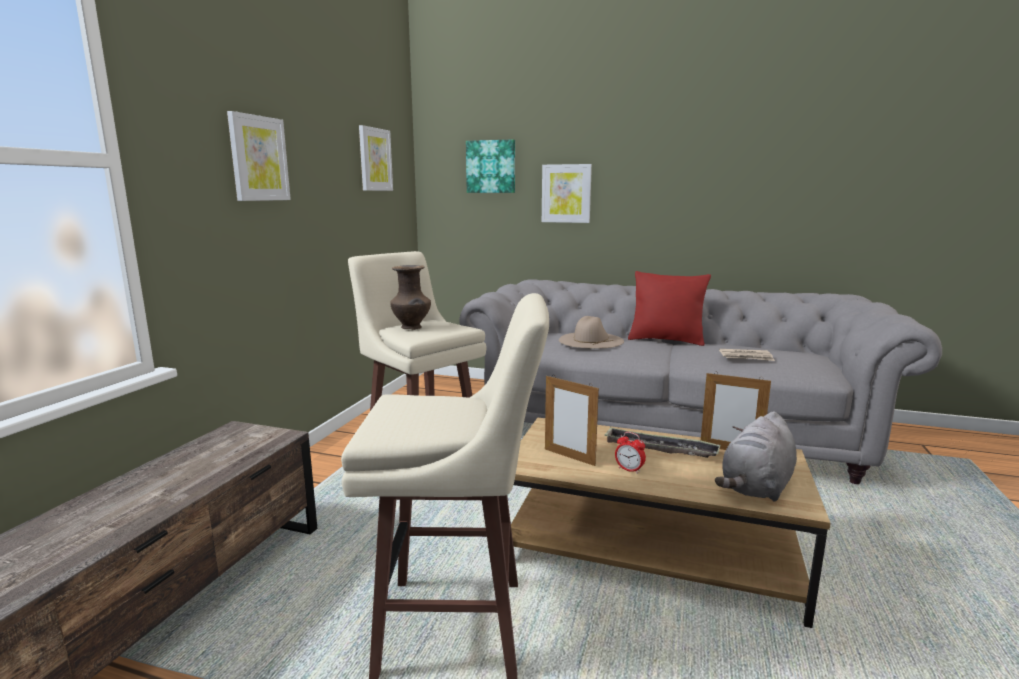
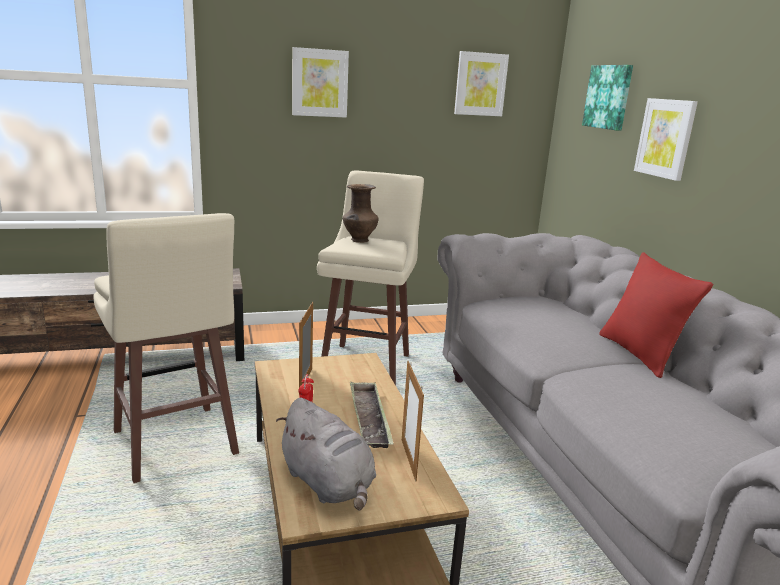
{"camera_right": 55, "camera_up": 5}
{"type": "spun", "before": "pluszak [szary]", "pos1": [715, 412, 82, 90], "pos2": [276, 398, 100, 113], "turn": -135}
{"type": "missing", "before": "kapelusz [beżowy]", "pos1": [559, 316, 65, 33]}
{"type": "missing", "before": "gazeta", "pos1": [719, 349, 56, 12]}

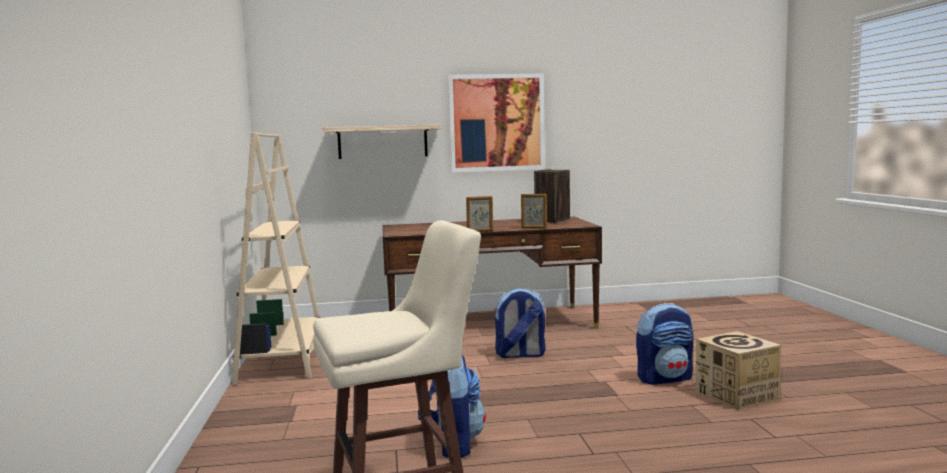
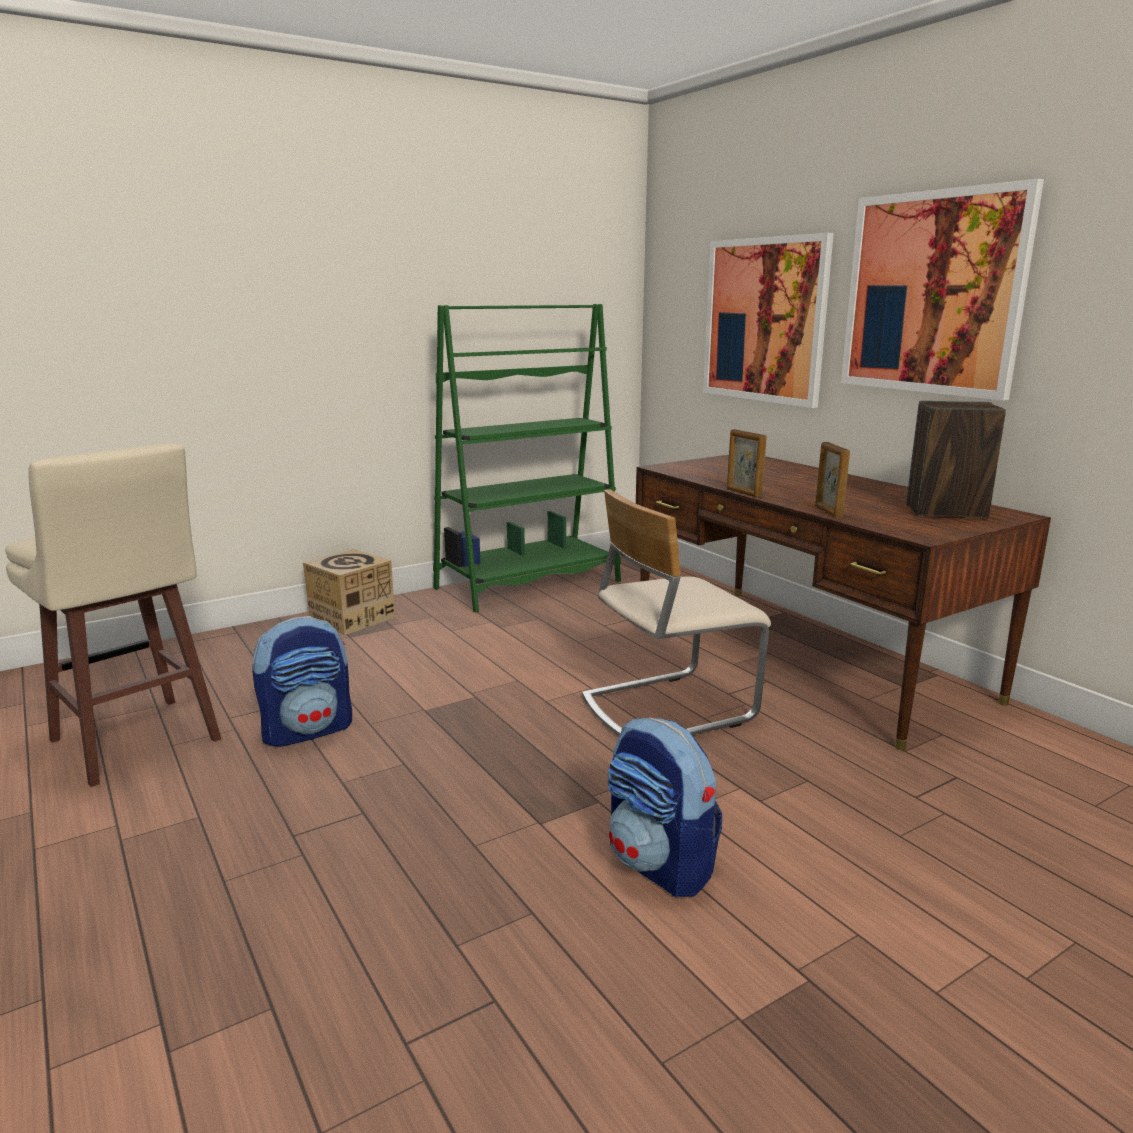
{"camera_right": 65, "camera_up": 10}
{"type": "relocated", "before": "karton", "pos1": [695, 331, 86, 79], "pos2": [303, 549, 92, 86]}
{"type": "colour", "before": "regał [beżowy]", "after": "regał [zielony]", "pos1": [232, 132, 88, 253], "pos2": [433, 304, 188, 308]}
{"type": "exchanged", "before": "plecak", "after": "krzesło [beżowy]", "pos1": [494, 288, 51, 70], "pos2": [582, 489, 189, 247]}
{"type": "exchanged", "before": "półka", "after": "obraz", "pos1": [323, 124, 118, 35], "pos2": [703, 233, 131, 175]}

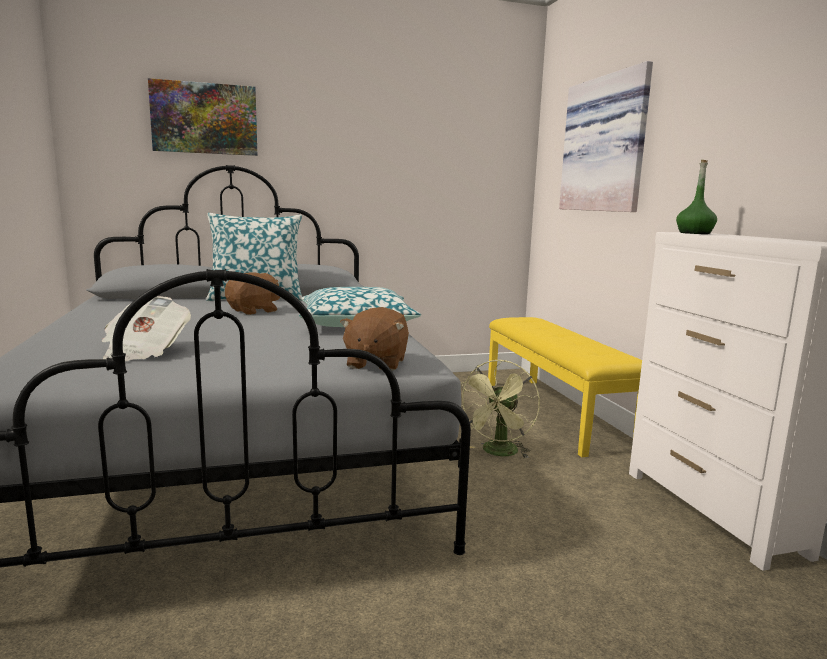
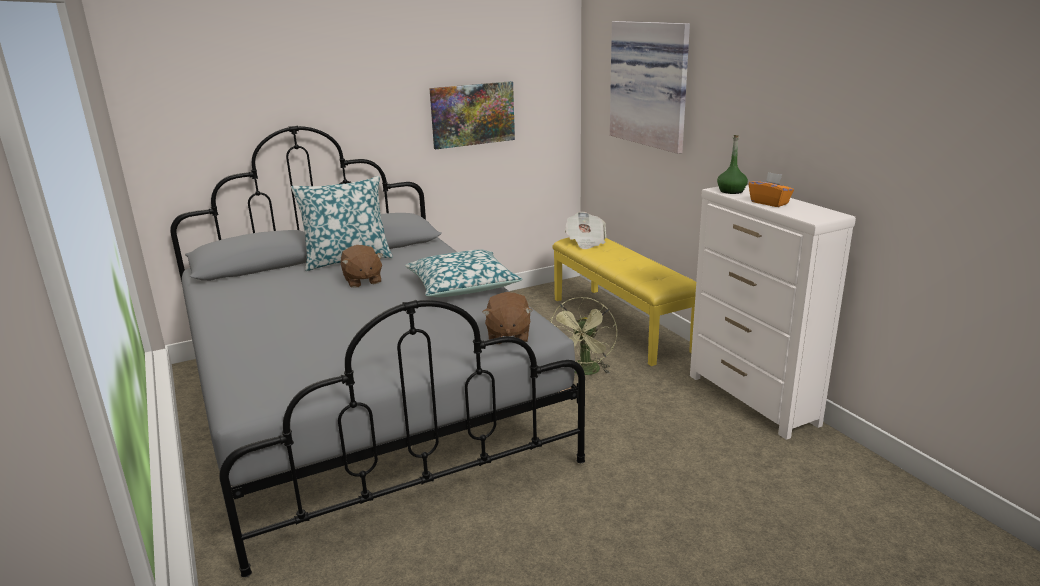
{"camera_right": -10, "camera_up": 10}
{"type": "spun", "before": "pluszak [brązowy]", "pos1": [225, 272, 55, 43], "pos2": [340, 245, 43, 43], "turn": 120}
{"type": "relocated", "before": "obraz", "pos1": [148, 78, 109, 78], "pos2": [430, 81, 85, 68]}
{"type": "relocated", "before": "gazeta", "pos1": [102, 296, 89, 65], "pos2": [565, 212, 41, 37]}
{"type": "appeared", "after": "pudełko chusteczek [pomarańczowy]", "pos2": [749, 172, 45, 35]}

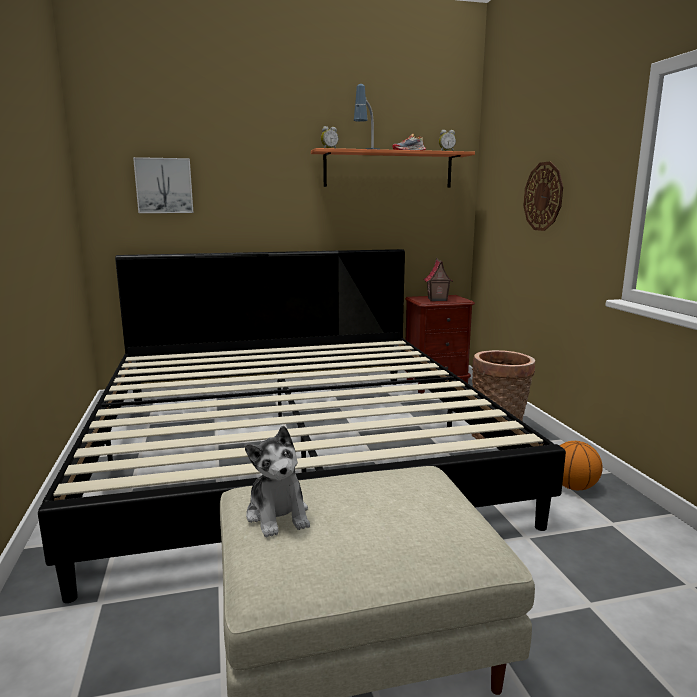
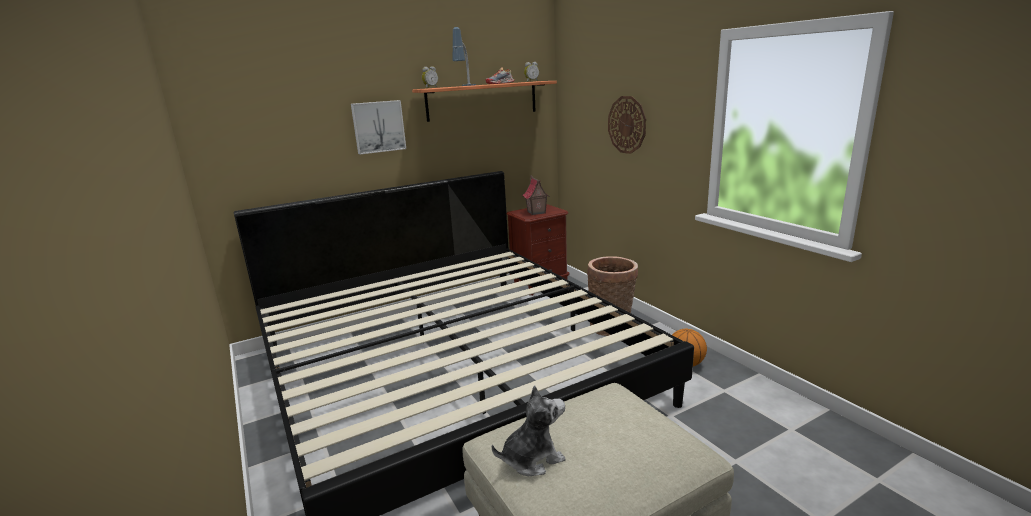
{"camera_right": -15, "camera_up": 5}
{"type": "relocated", "before": "obraz", "pos1": [133, 157, 60, 56], "pos2": [351, 100, 55, 54]}
{"type": "spun", "before": "pluszak", "pos1": [245, 426, 65, 111], "pos2": [492, 385, 73, 91], "turn": -75}

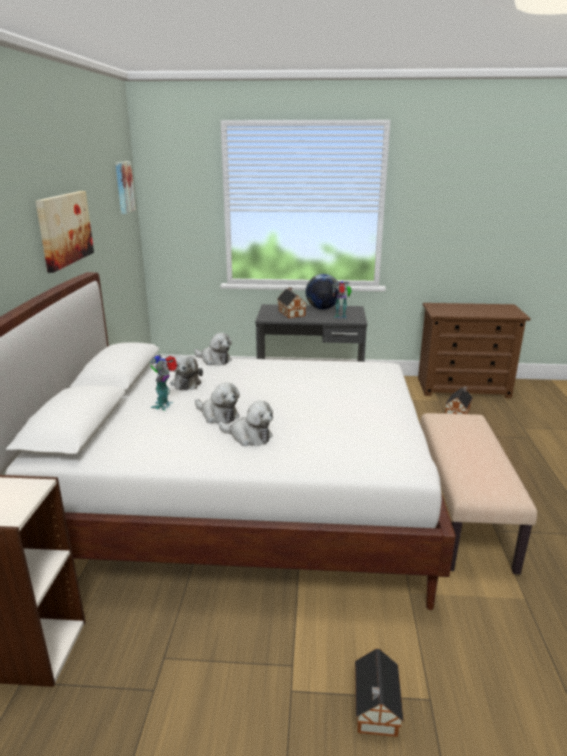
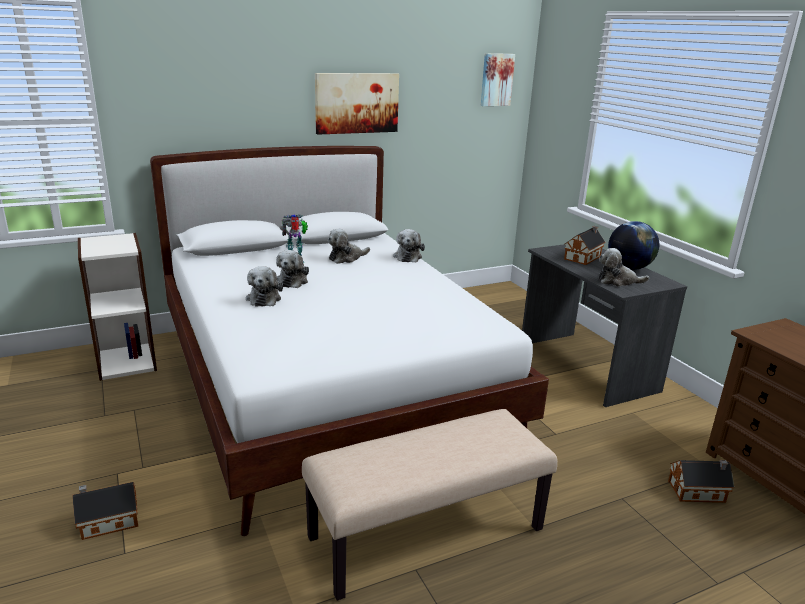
{"camera_right": 60, "camera_up": 0}
{"type": "exchanged", "before": "robot zabawkowy", "after": "pluszak", "pos1": [332, 281, 20, 37], "pos2": [598, 248, 51, 39]}

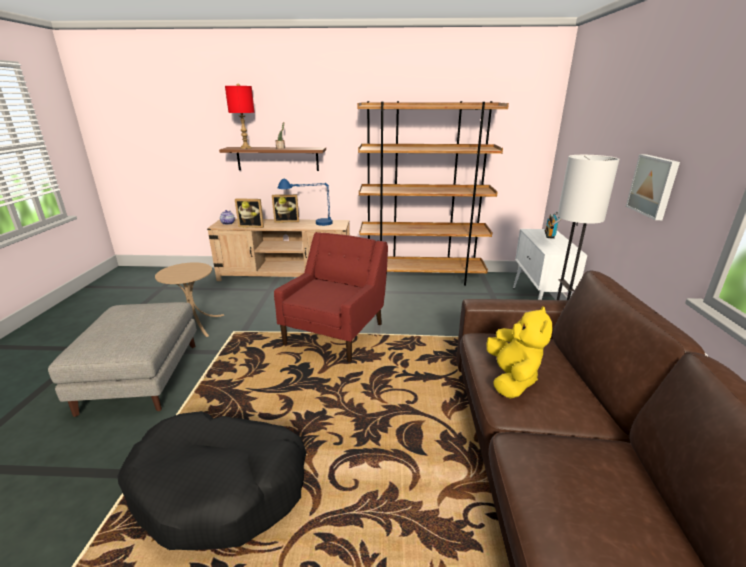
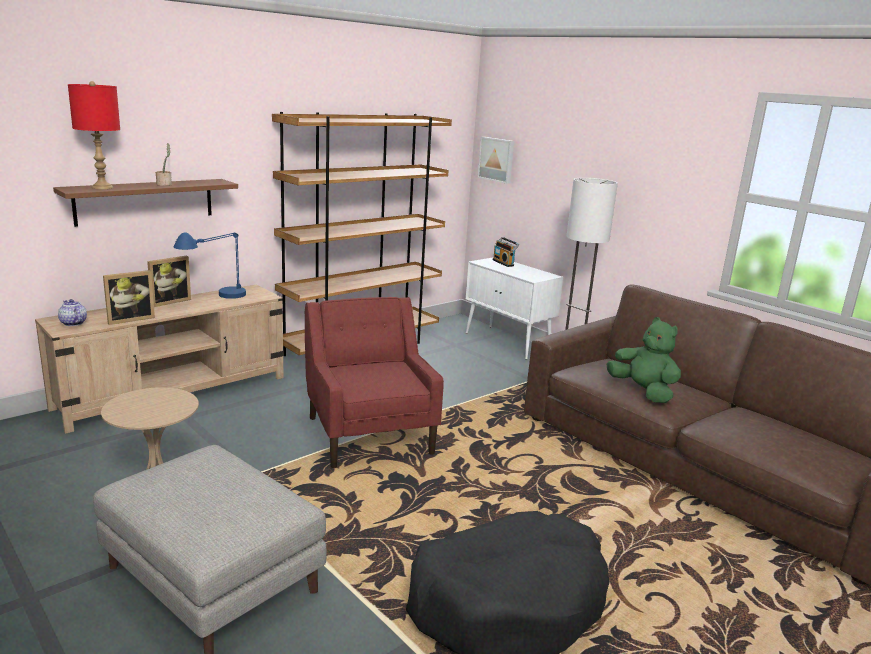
{"camera_right": -45, "camera_up": -5}
{"type": "relocated", "before": "obraz", "pos1": [626, 154, 54, 66], "pos2": [478, 137, 36, 47]}
{"type": "colour", "before": "pluszak [żółty]", "after": "pluszak [zielony]", "pos1": [486, 306, 67, 93], "pos2": [607, 317, 74, 86]}

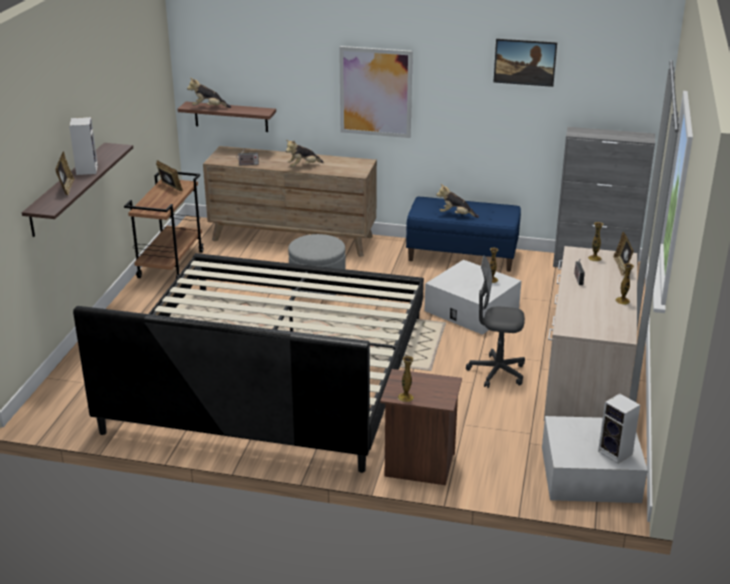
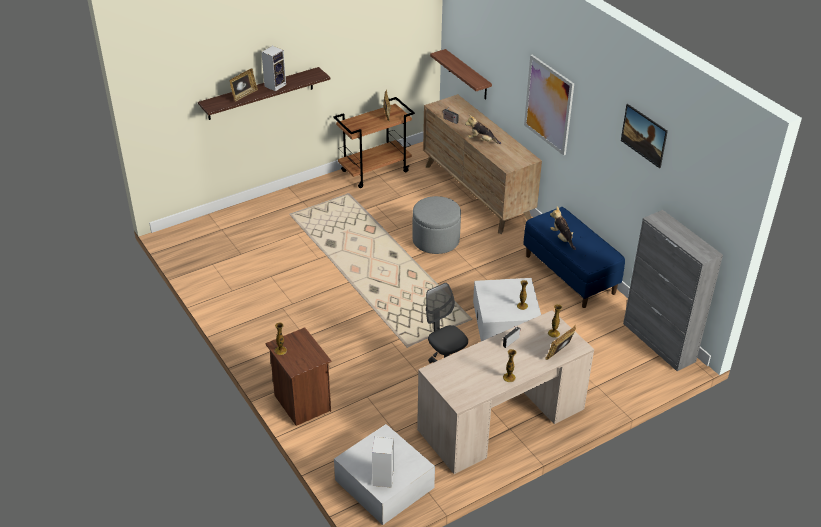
{"camera_right": 45, "camera_up": 10}
{"type": "missing", "before": "łóżko", "pos1": [73, 253, 351, 220]}
{"type": "missing", "before": "pluszak", "pos1": [187, 78, 44, 30]}

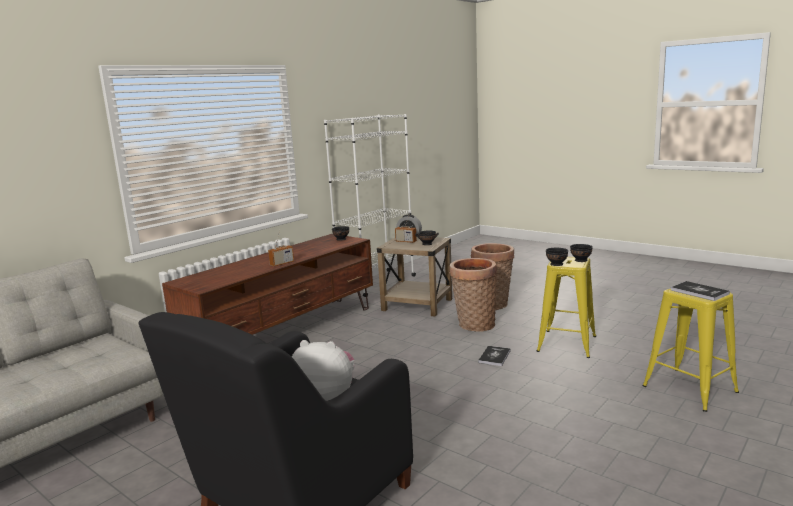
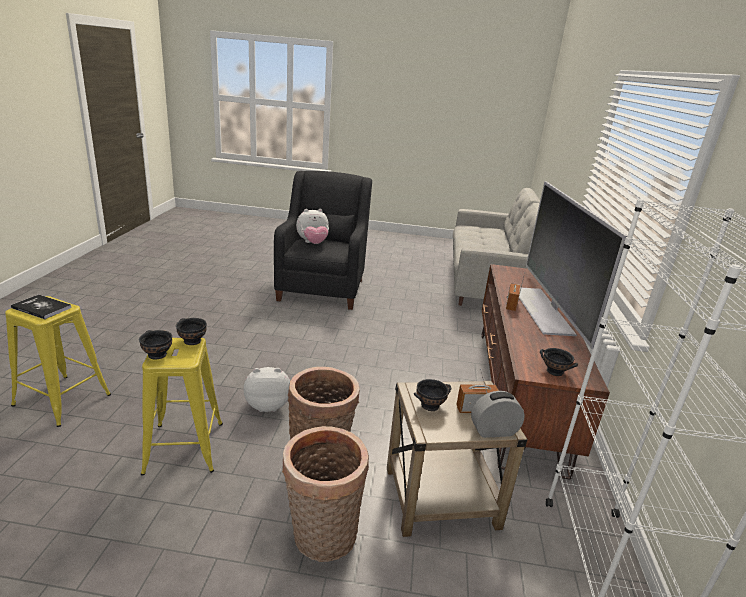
{"camera_right": 145, "camera_up": 10}
{"type": "exchanged", "before": "książka", "after": "pluszak", "pos1": [478, 346, 33, 20], "pos2": [243, 367, 47, 45]}
{"type": "appeared", "after": "telewizor", "pos2": [519, 181, 109, 168]}

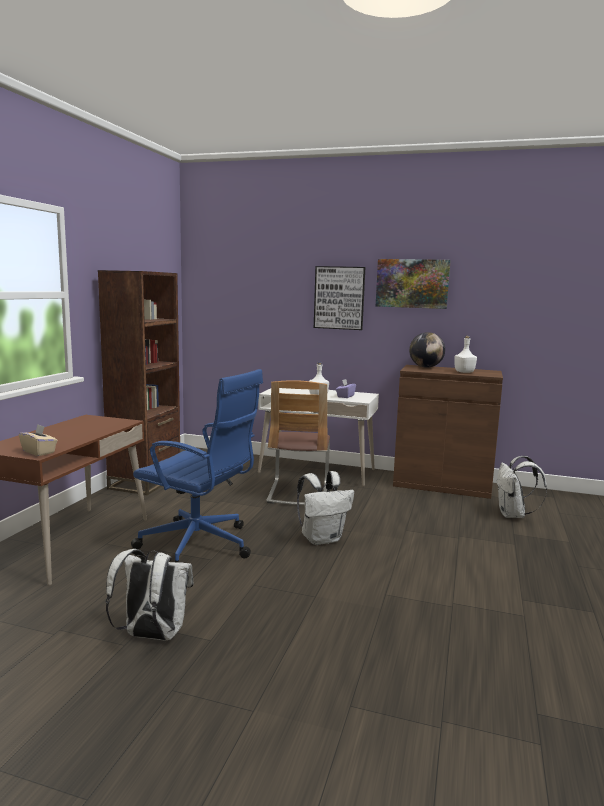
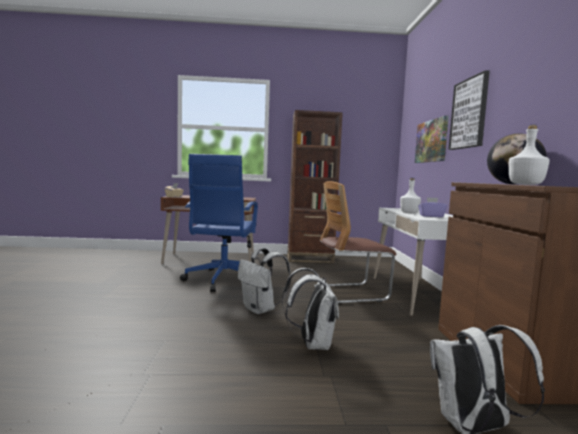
{"camera_right": 70, "camera_up": -5}
{"type": "relocated", "before": "plecak [biały]", "pos1": [106, 549, 87, 92], "pos2": [282, 268, 57, 82]}
{"type": "relocated", "before": "obraz", "pos1": [376, 259, 75, 50], "pos2": [415, 116, 34, 47]}

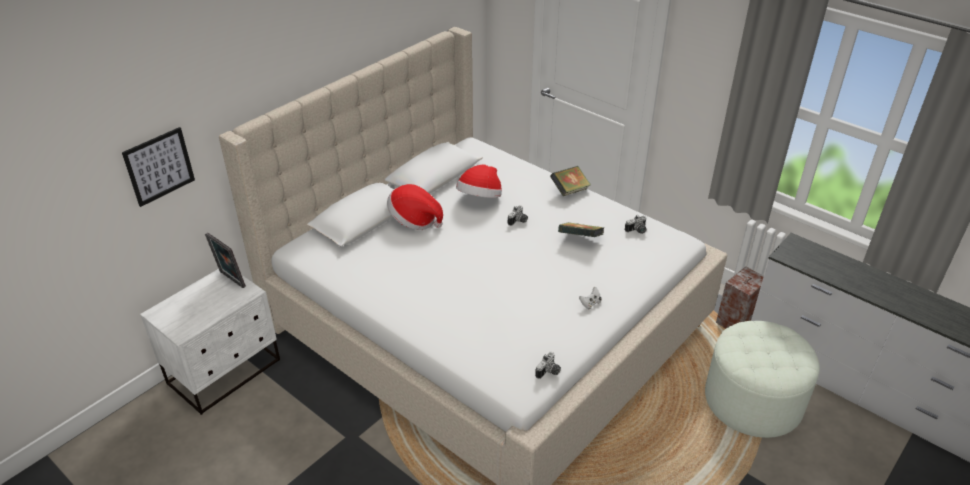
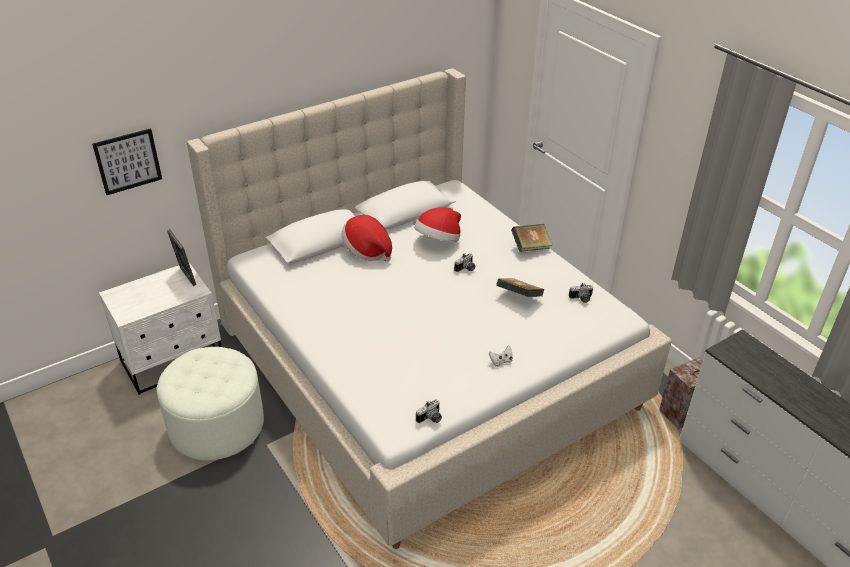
{"camera_right": 15, "camera_up": 0}
{"type": "relocated", "before": "pufa [biały]", "pos1": [705, 321, 115, 117], "pos2": [157, 347, 107, 113]}

